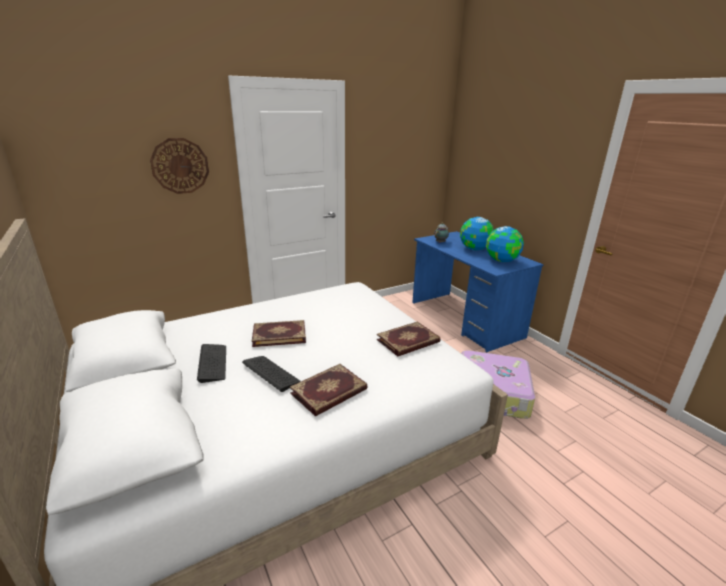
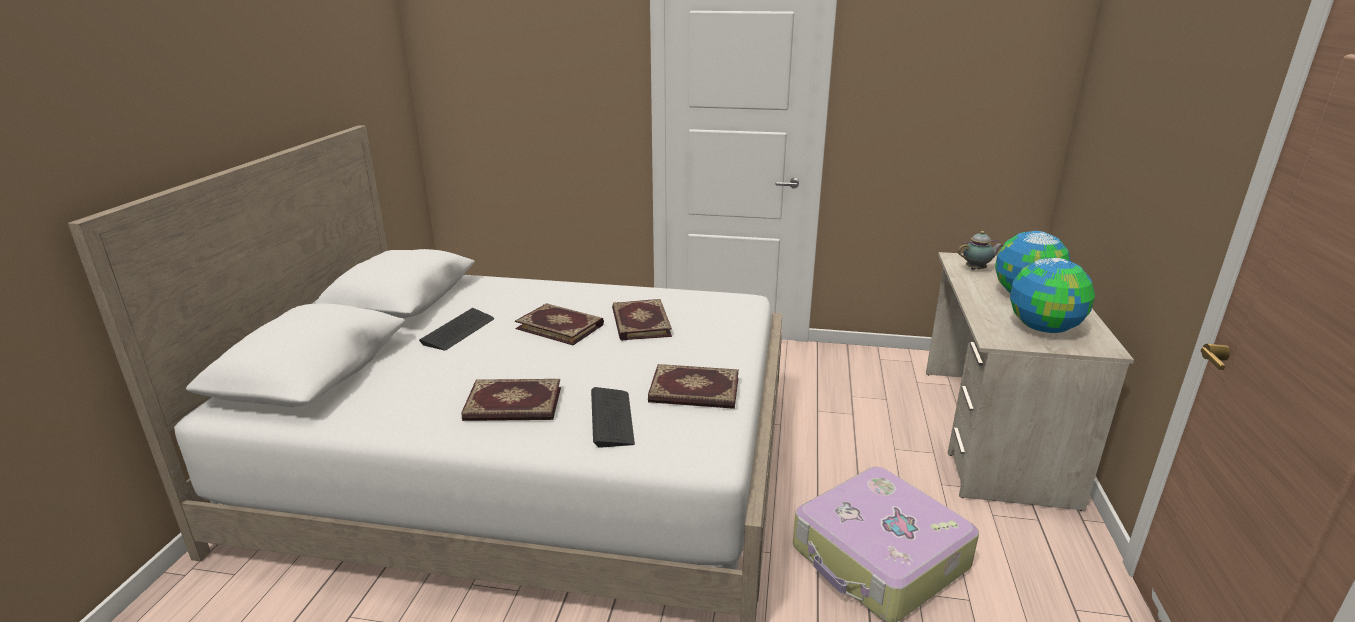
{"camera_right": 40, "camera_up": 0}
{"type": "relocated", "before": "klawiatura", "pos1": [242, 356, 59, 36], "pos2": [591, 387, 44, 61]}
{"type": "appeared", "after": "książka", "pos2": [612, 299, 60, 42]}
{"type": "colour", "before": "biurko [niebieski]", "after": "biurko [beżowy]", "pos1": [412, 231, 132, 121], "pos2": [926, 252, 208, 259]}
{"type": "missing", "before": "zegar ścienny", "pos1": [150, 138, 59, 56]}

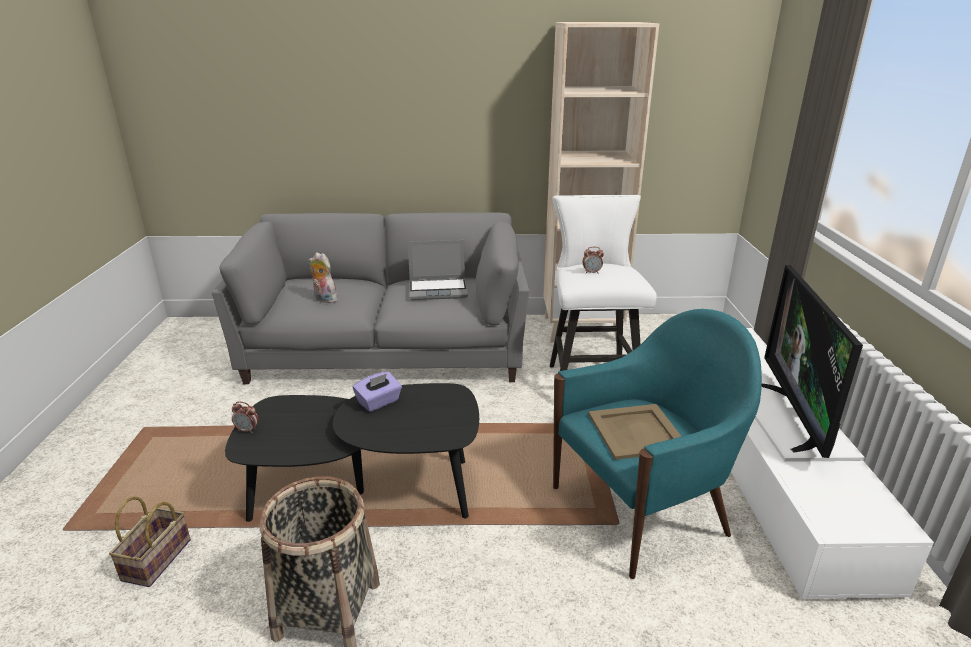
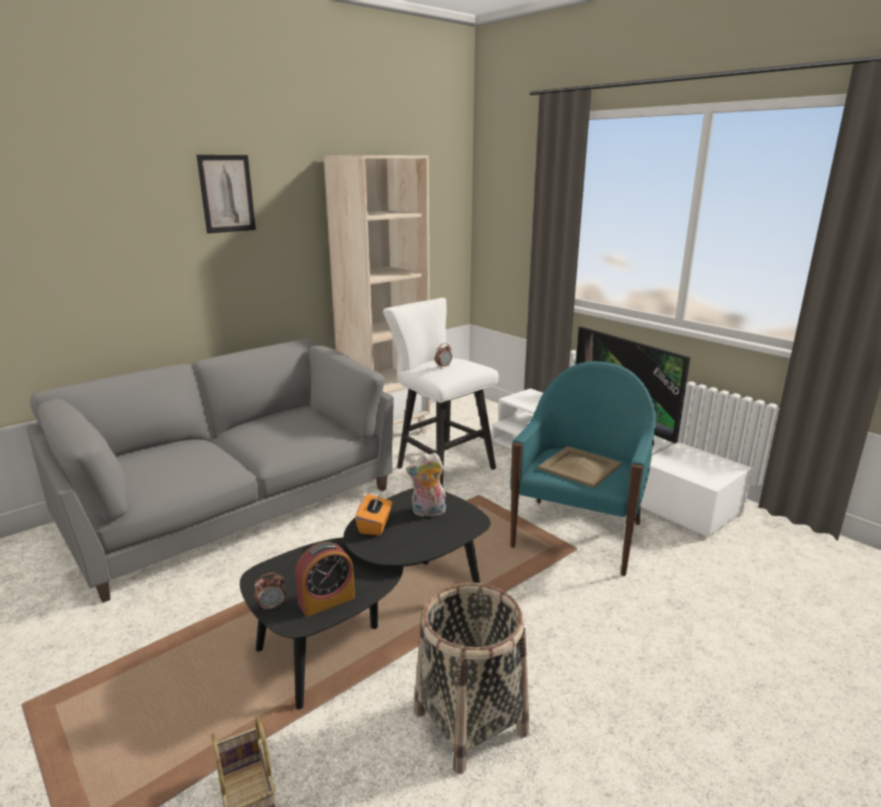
{"camera_right": -40, "camera_up": -5}
{"type": "appeared", "after": "obraz", "pos2": [197, 155, 59, 78]}
{"type": "appeared", "after": "budzik", "pos2": [295, 542, 60, 75]}
{"type": "colour", "before": "pudełko chusteczek [fioletowy]", "after": "pudełko chusteczek [pomarańczowy]", "pos1": [353, 372, 49, 40], "pos2": [355, 493, 37, 43]}
{"type": "relocated", "before": "pluszak", "pos1": [308, 252, 29, 51], "pos2": [406, 453, 40, 64]}
{"type": "missing", "before": "laptop", "pos1": [408, 240, 60, 60]}

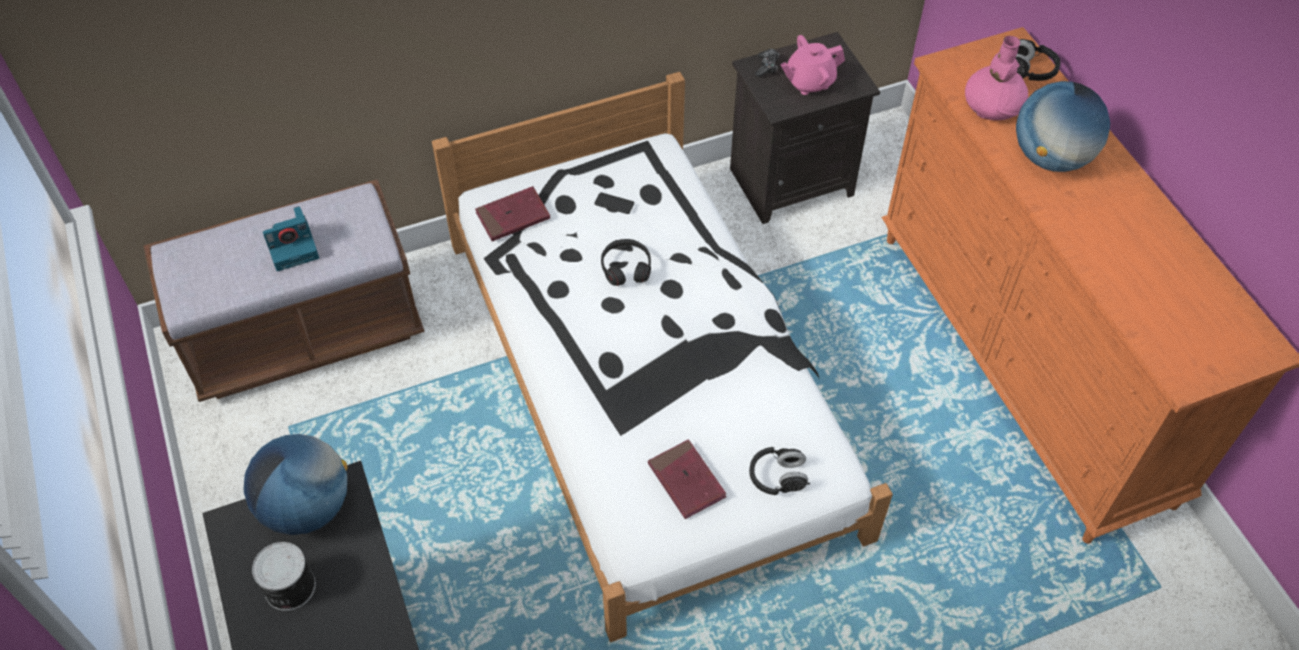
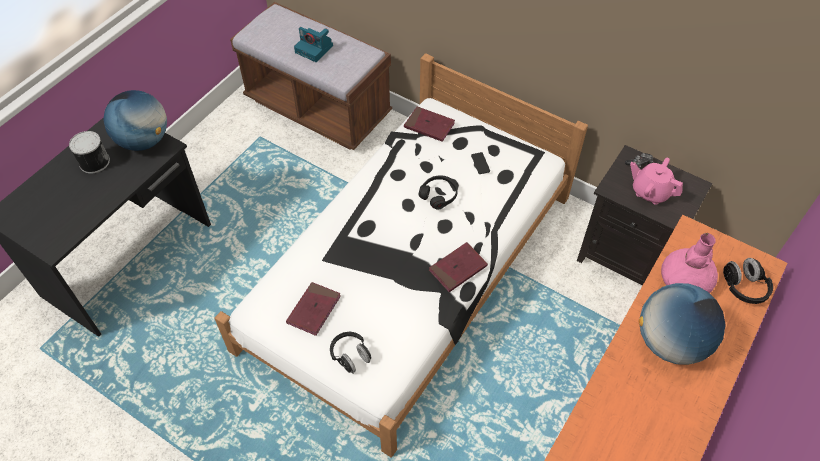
{"camera_right": 55, "camera_up": 0}
{"type": "appeared", "after": "książka [czerwony]", "pos2": [429, 242, 59, 50]}

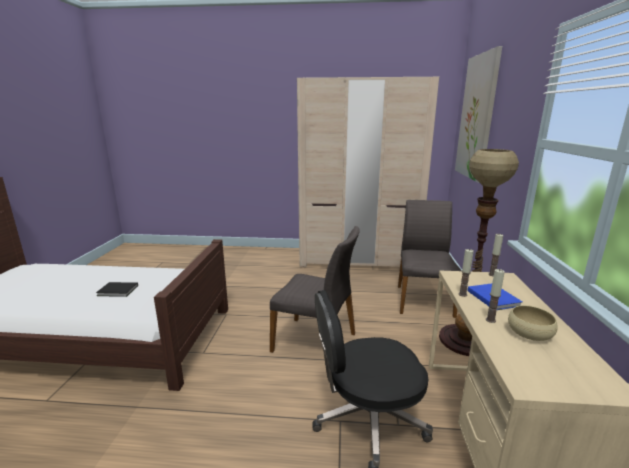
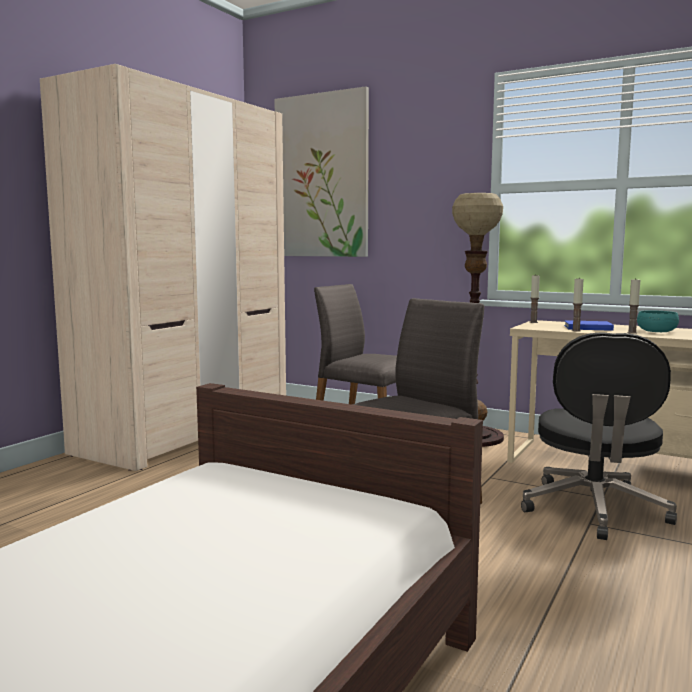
{"camera_right": -65, "camera_up": -10}
{"type": "colour", "before": "miska [beżowy]", "after": "miska [turkusowy]", "pos1": [508, 305, 50, 36], "pos2": [637, 310, 42, 22]}
{"type": "missing", "before": "książka [czarny]", "pos1": [96, 282, 42, 15]}

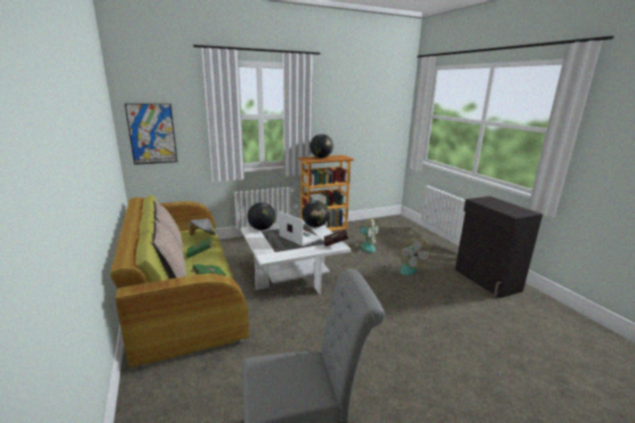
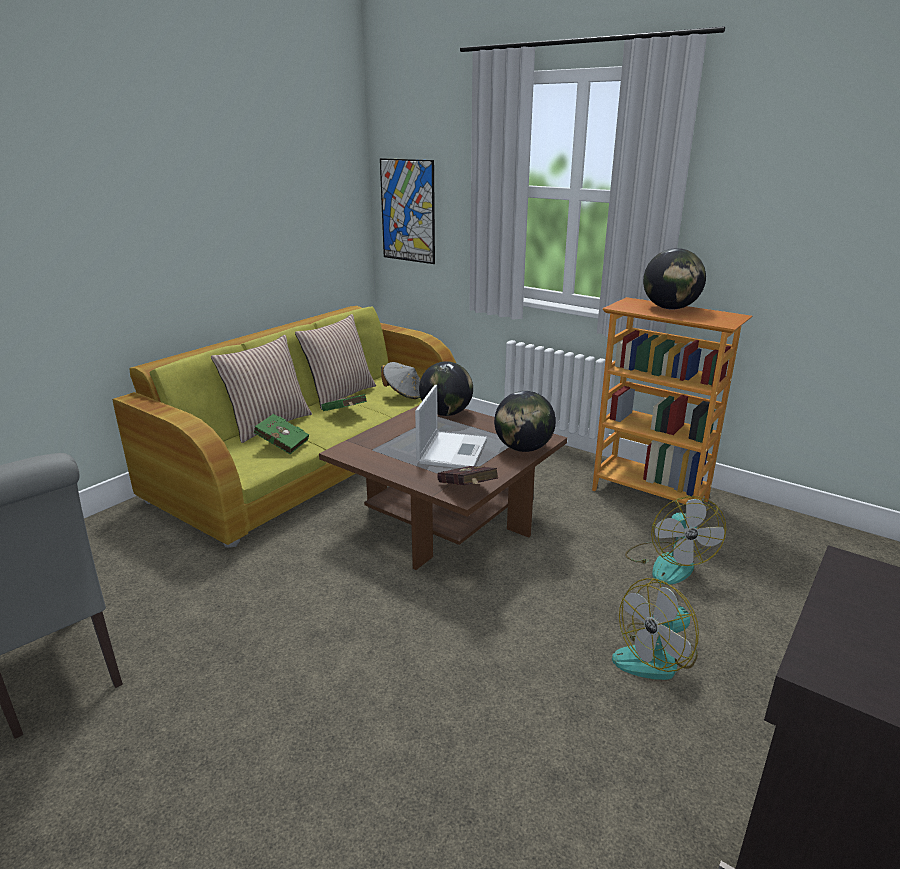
{"camera_right": 60, "camera_up": 5}
{"type": "colour", "before": "ława [biały]", "after": "ława [brązowy]", "pos1": [241, 220, 110, 74], "pos2": [319, 405, 248, 165]}

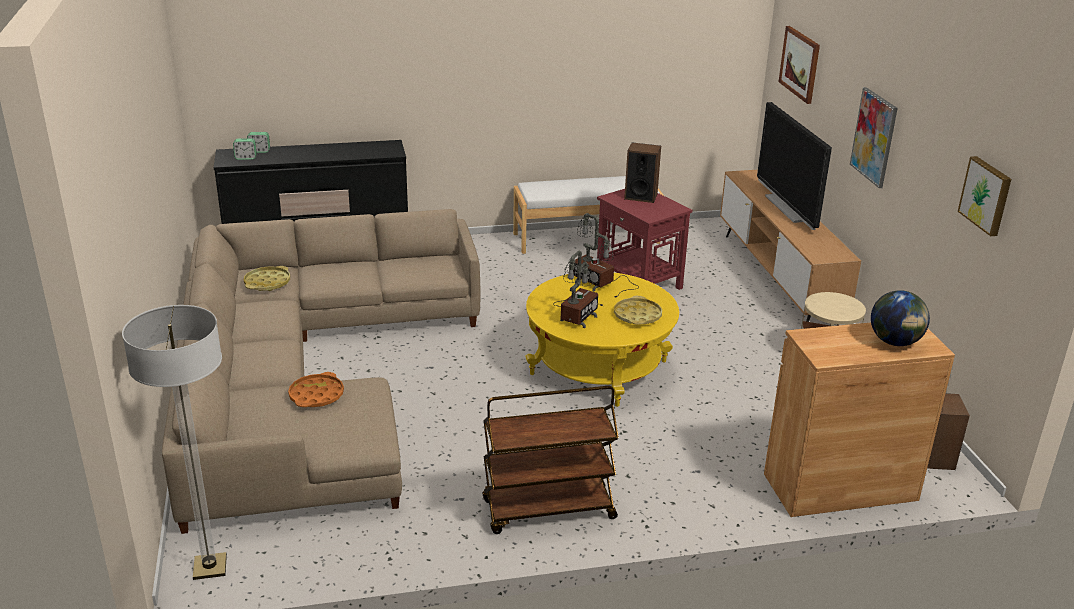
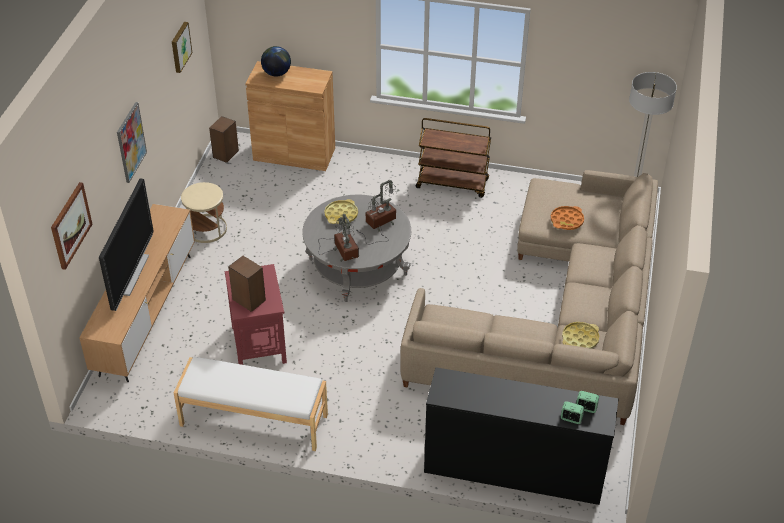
{"camera_right": -155, "camera_up": 15}
{"type": "colour", "before": "ława [żółty]", "after": "ława [szary]", "pos1": [525, 273, 154, 134], "pos2": [302, 195, 109, 107]}

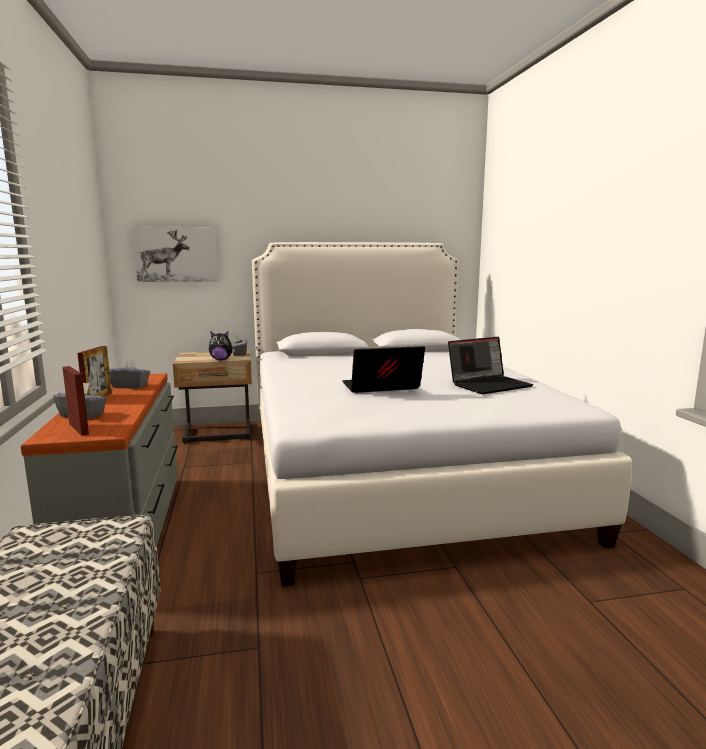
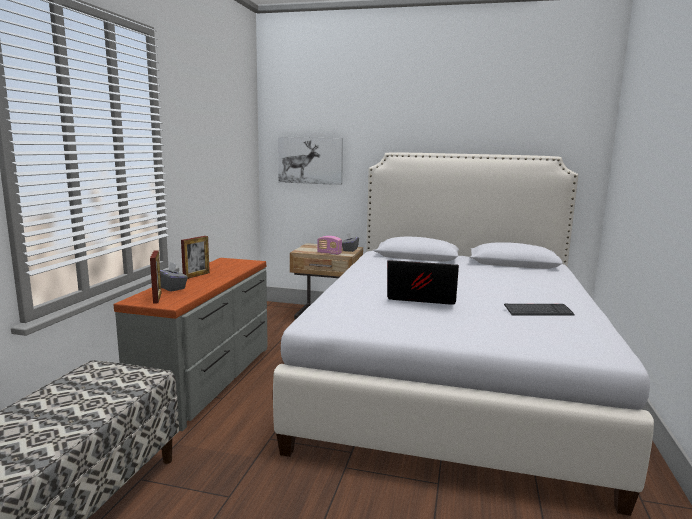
{"camera_right": 25, "camera_up": 0}
{"type": "exchanged", "before": "pluszak", "after": "radio", "pos1": [209, 332, 26, 28], "pos2": [317, 236, 25, 19]}
{"type": "exchanged", "before": "laptop", "after": "klawiatura", "pos1": [448, 337, 85, 57], "pos2": [504, 304, 71, 11]}
{"type": "missing", "before": "pudełko chusteczek [szary]", "pos1": [109, 359, 41, 30]}

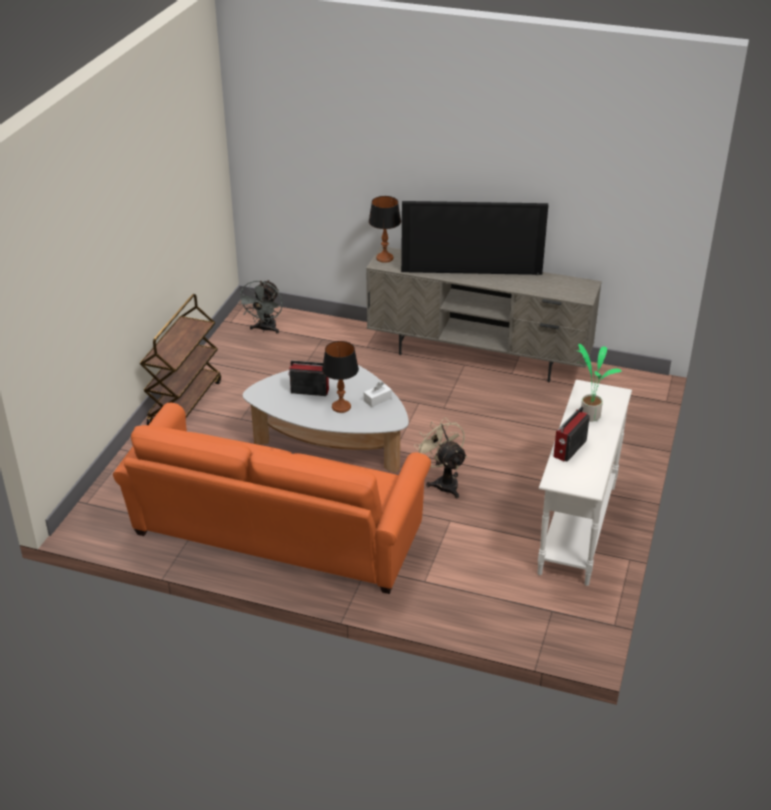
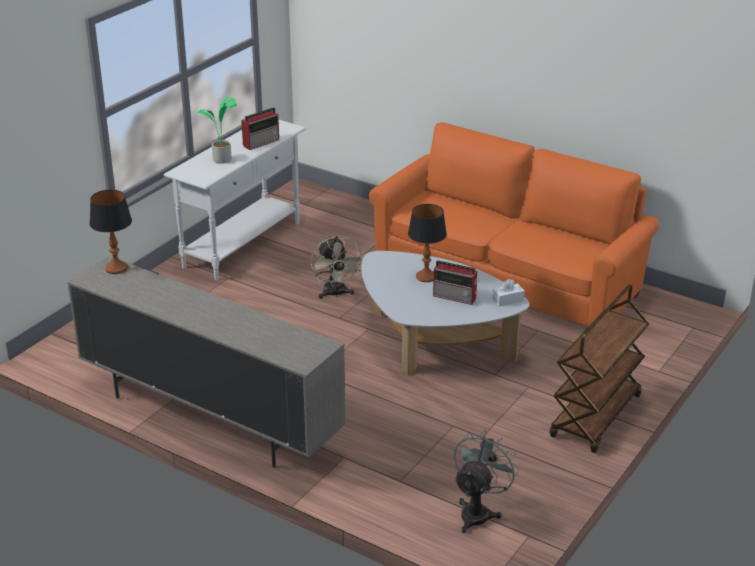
{"camera_right": -165, "camera_up": -5}
{"type": "relocated", "before": "lampa stołowa", "pos1": [369, 196, 32, 67], "pos2": [89, 190, 43, 84]}
{"type": "relocated", "before": "pudełko chusteczek [biały]", "pos1": [364, 382, 28, 25], "pos2": [492, 279, 33, 27]}
{"type": "missing", "before": "telewizor", "pos1": [401, 201, 147, 74]}

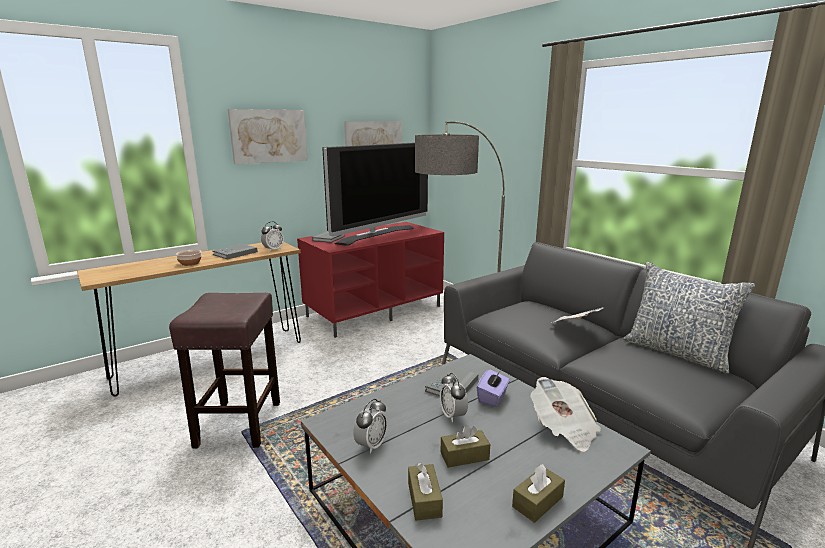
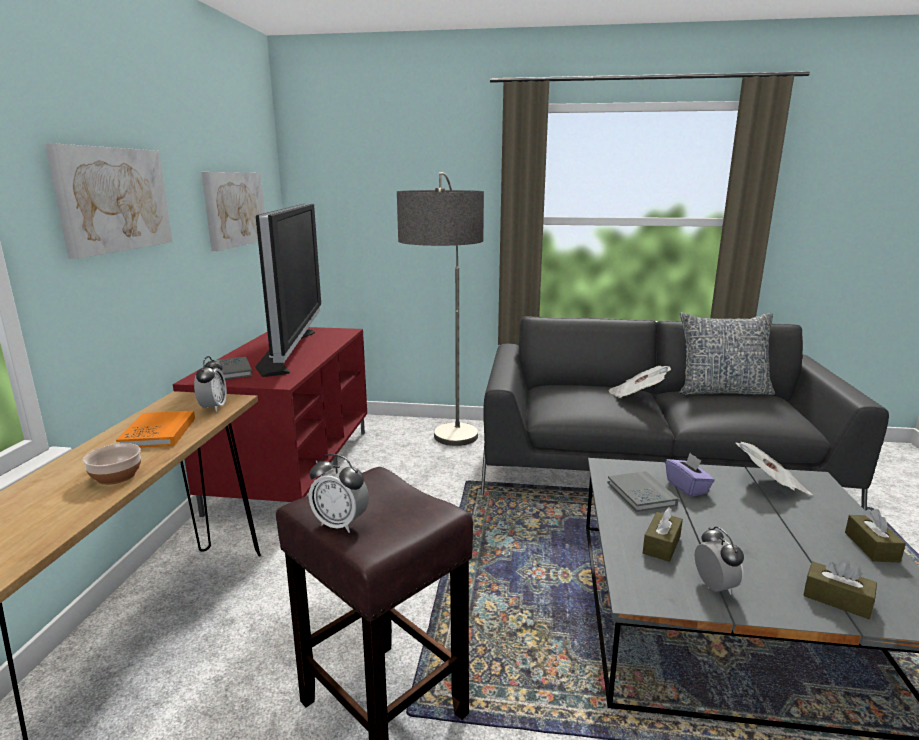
{"camera_right": -45, "camera_up": 0}
{"type": "colour", "before": "książka [szary]", "after": "książka [pomarańczowy]", "pos1": [212, 244, 46, 15], "pos2": [116, 411, 79, 37]}
{"type": "relocated", "before": "budzik", "pos1": [440, 373, 28, 49], "pos2": [309, 454, 60, 79]}
{"type": "relocated", "before": "pudełko chusteczek [brązowy]", "pos1": [441, 425, 49, 43], "pos2": [643, 508, 40, 54]}

